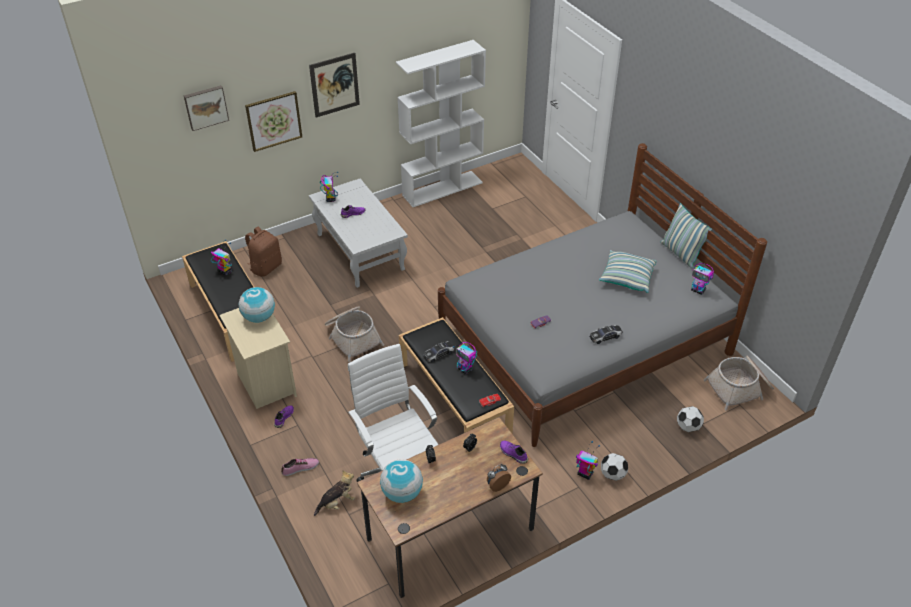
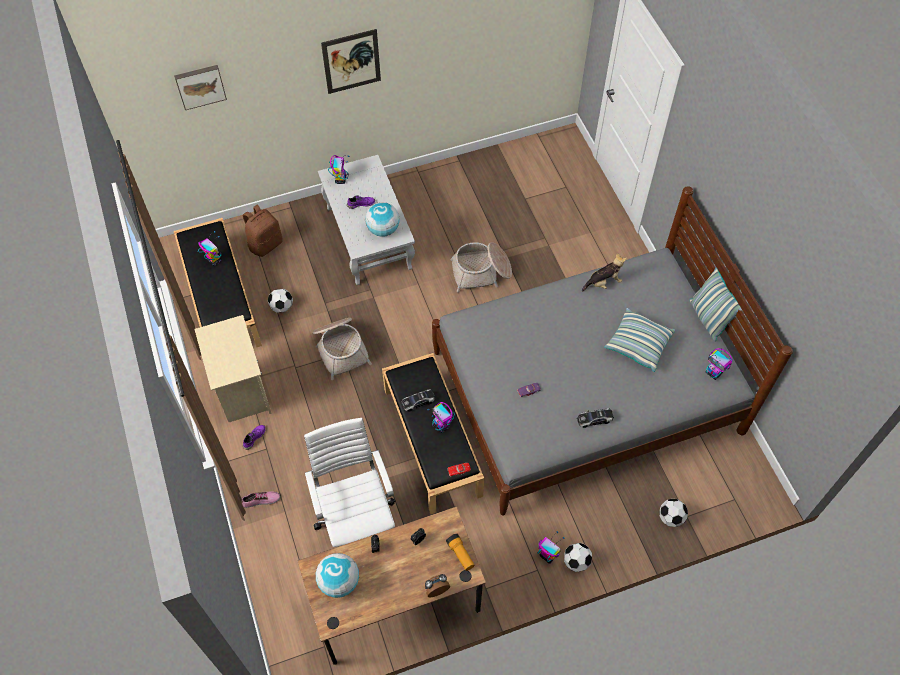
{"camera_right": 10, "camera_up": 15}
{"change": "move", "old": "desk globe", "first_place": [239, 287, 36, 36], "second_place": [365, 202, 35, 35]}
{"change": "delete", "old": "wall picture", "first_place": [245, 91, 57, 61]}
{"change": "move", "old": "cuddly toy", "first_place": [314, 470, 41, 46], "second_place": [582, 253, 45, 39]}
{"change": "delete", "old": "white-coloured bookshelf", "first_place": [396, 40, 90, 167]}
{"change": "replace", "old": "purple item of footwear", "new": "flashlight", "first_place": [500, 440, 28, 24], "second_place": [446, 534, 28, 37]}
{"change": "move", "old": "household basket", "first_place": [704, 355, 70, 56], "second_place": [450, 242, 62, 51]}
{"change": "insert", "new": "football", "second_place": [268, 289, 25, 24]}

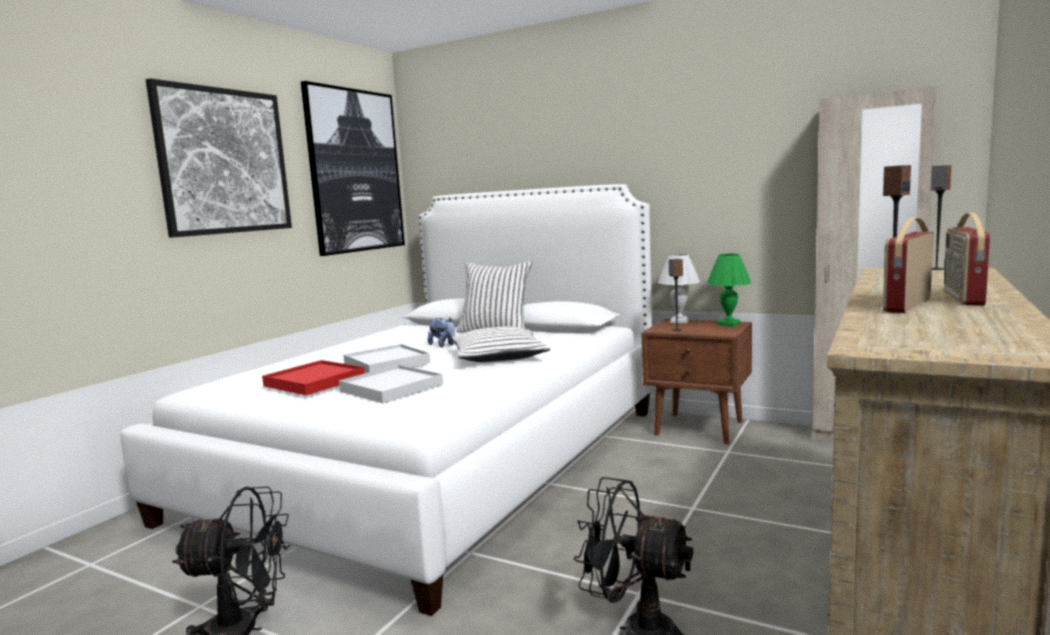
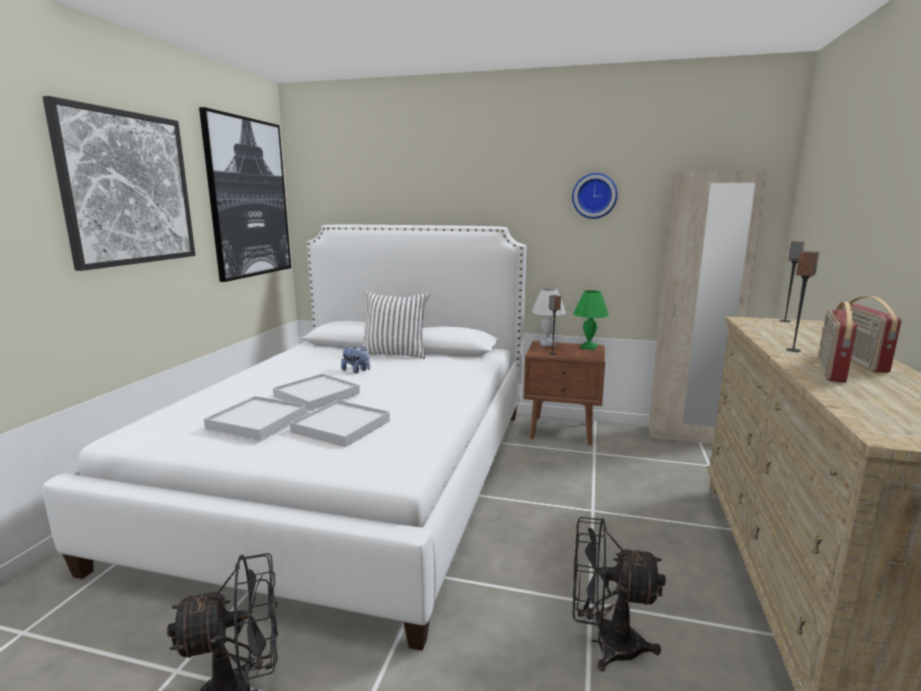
{"camera_right": -15, "camera_up": 5}
{"change": "recolor", "old": "red tray", "new": "white-coloured tray", "first_place": [262, 360, 103, 35], "second_place": [204, 396, 103, 45]}
{"change": "delete", "old": "white-coloured cushion", "first_place": [452, 326, 98, 36]}
{"change": "insert", "new": "wall clock", "second_place": [572, 173, 46, 46]}

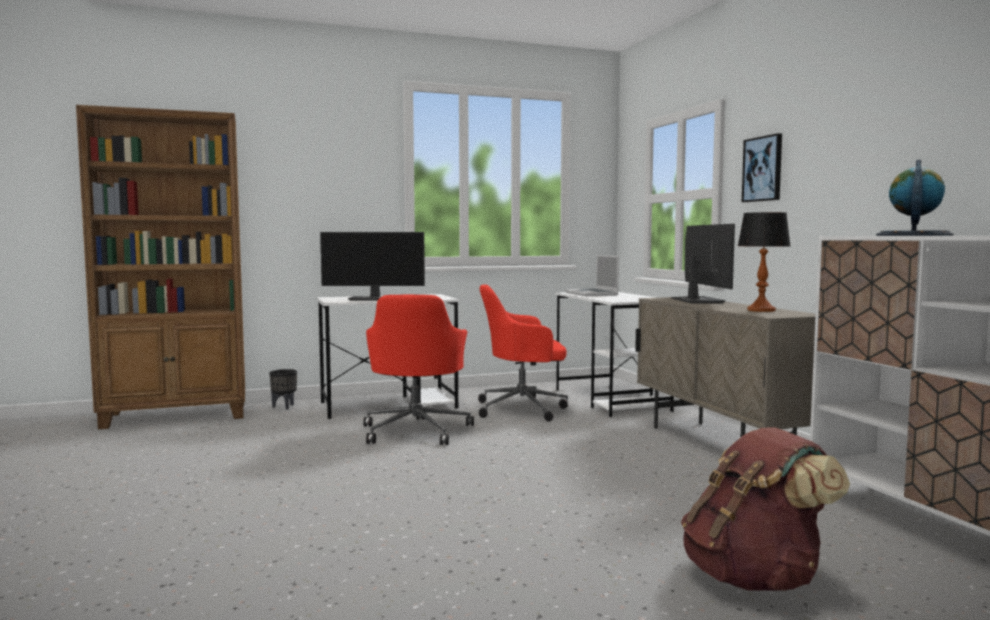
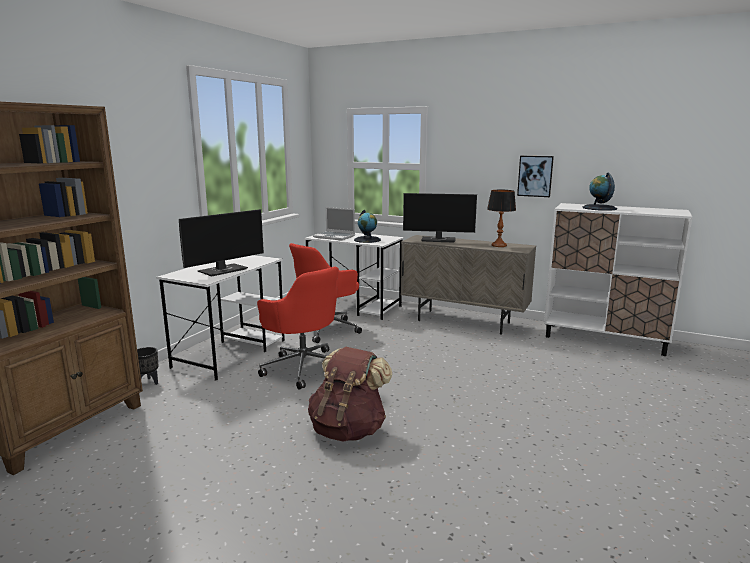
{"camera_right": -45, "camera_up": 10}
{"change": "rotate", "old": "computer screen", "first_place": [671, 224, 64, 79], "second_place": [403, 193, 74, 50], "degrees": 150}
{"change": "move", "old": "brownish backpack", "first_place": [681, 427, 169, 164], "second_place": [308, 347, 84, 95]}
{"change": "move", "old": "wall picture", "first_place": [742, 133, 40, 69], "second_place": [517, 156, 37, 41]}
{"change": "insert", "new": "desk globe", "second_place": [354, 210, 27, 33]}

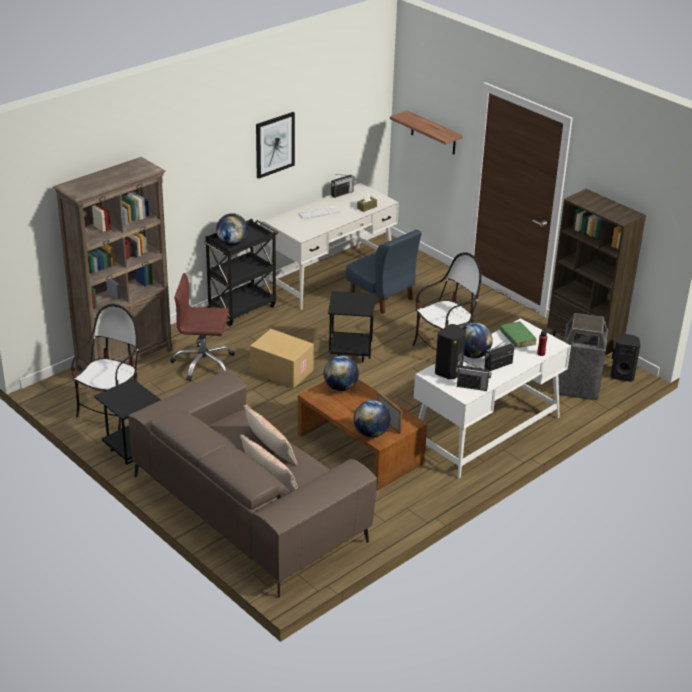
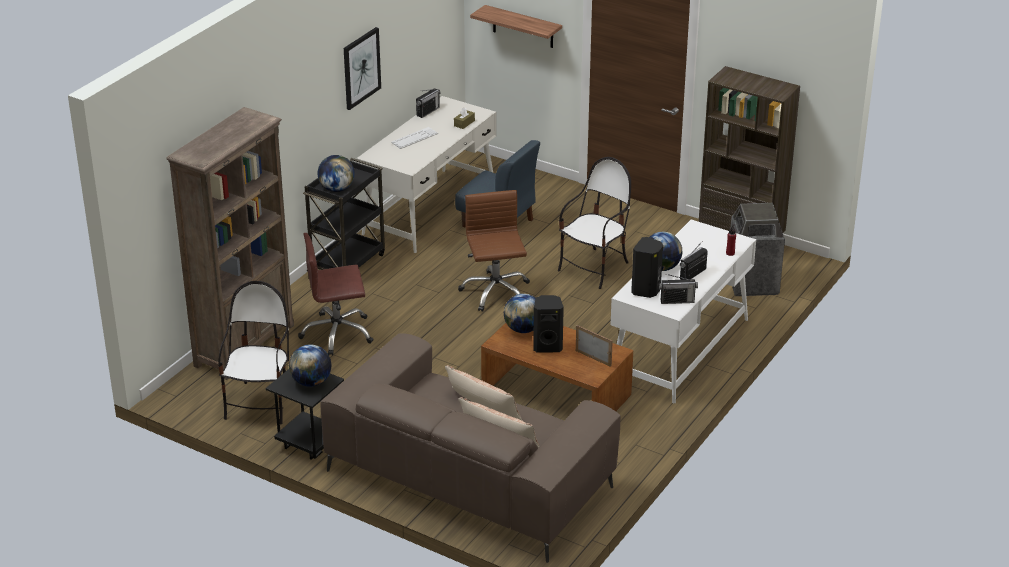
{"camera_right": -15, "camera_up": 0}
{"change": "delete", "old": "carton", "first_place": [250, 329, 64, 59]}
{"change": "replace", "old": "blackish side table", "new": "brownish desk chair", "first_place": [328, 291, 48, 71], "second_place": [458, 190, 72, 122]}
{"change": "move", "old": "desk globe", "first_place": [353, 400, 38, 37], "second_place": [289, 344, 42, 43]}
{"change": "delete", "old": "greenish volume", "first_place": [500, 321, 36, 27]}
{"change": "move", "old": "blackish audio speaker", "first_place": [610, 334, 30, 48], "second_place": [533, 295, 31, 58]}

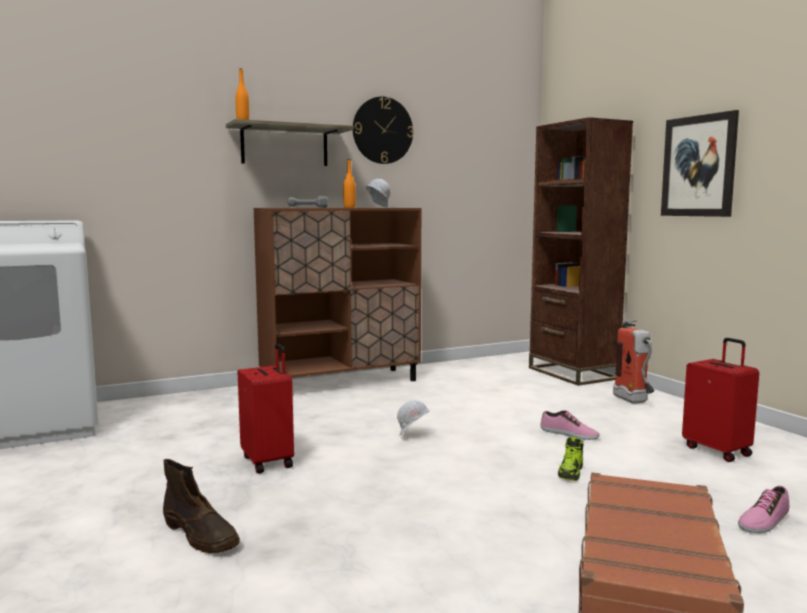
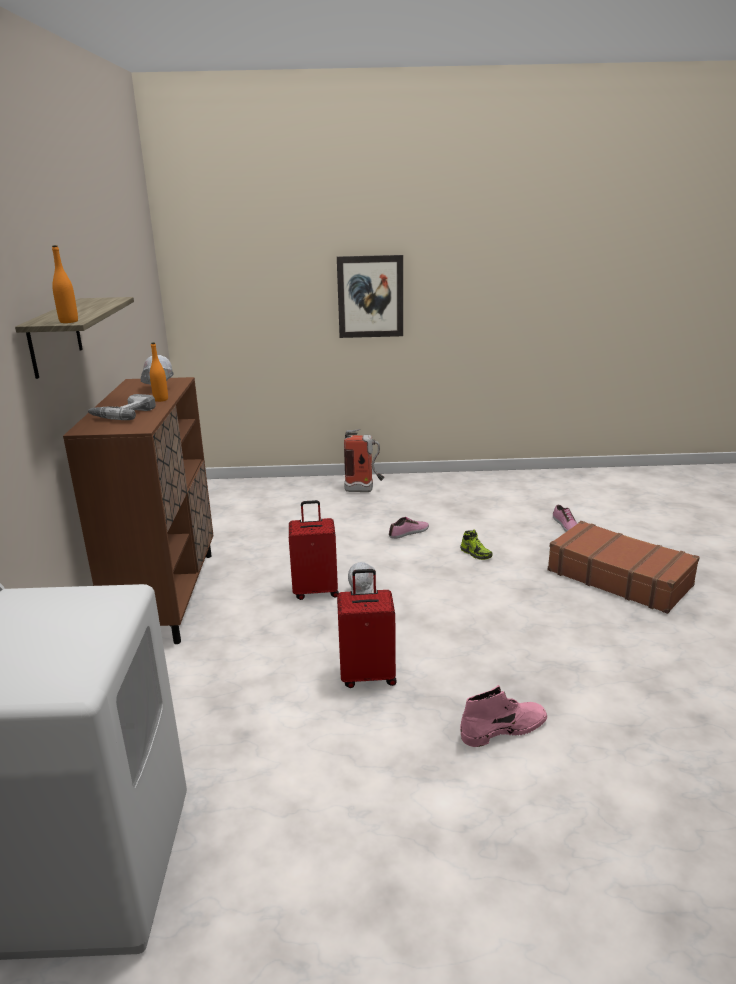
{"camera_right": -65, "camera_up": 15}
{"change": "recolor", "old": "brownish boot", "new": "pink boot", "first_place": [163, 459, 77, 94], "second_place": [460, 685, 87, 62]}
{"change": "delete", "old": "wall clock", "first_place": [353, 97, 61, 67]}
{"change": "delete", "old": "brownish bookshelf", "first_place": [529, 117, 104, 269]}
{"change": "move", "old": "red suitcase", "first_place": [682, 338, 77, 124], "second_place": [289, 500, 50, 100]}

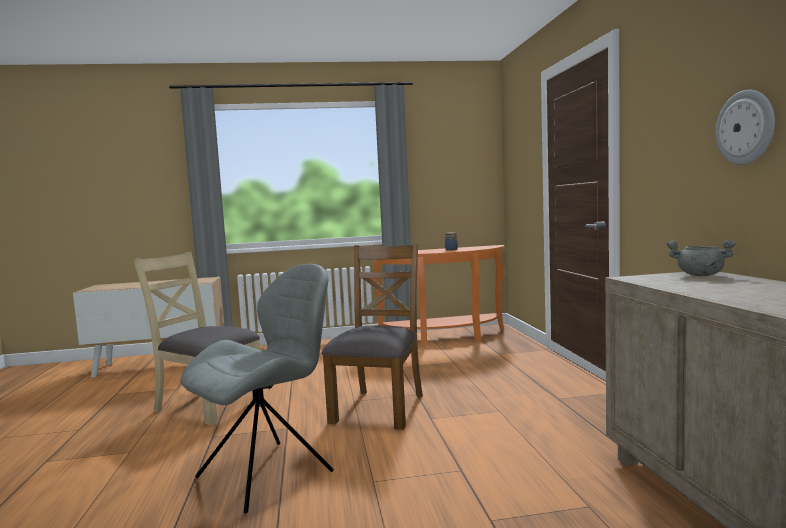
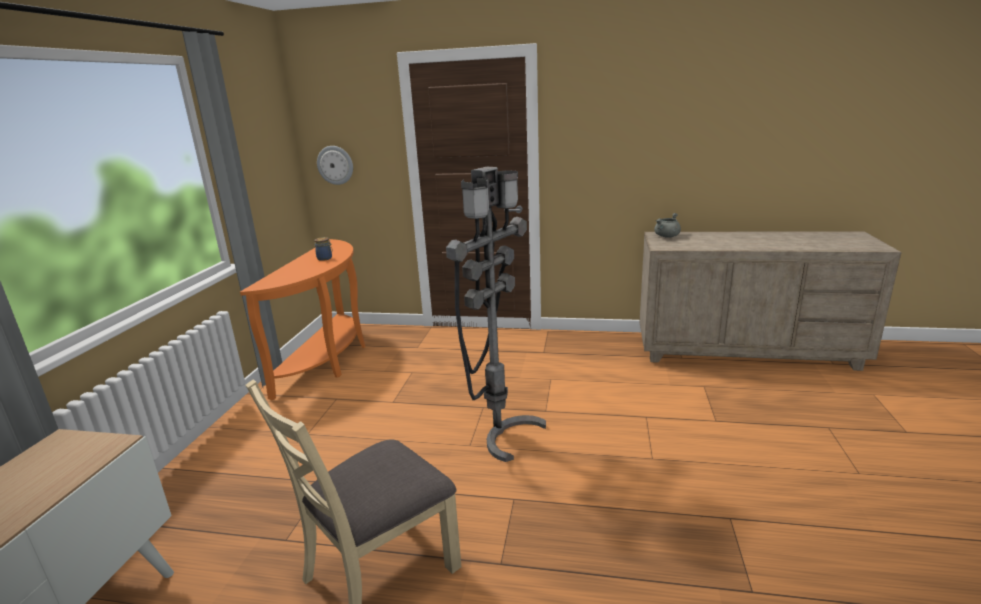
{"camera_right": -70, "camera_up": 15}
{"change": "delete", "old": "greyish upright chair", "first_place": [180, 264, 154, 250]}
{"change": "replace", "old": "brownish upright chair", "new": "greyish standard lamp", "first_place": [322, 244, 101, 186], "second_place": [446, 167, 100, 295]}
{"change": "move", "old": "wall clock", "first_place": [716, 90, 59, 75], "second_place": [317, 146, 36, 39]}

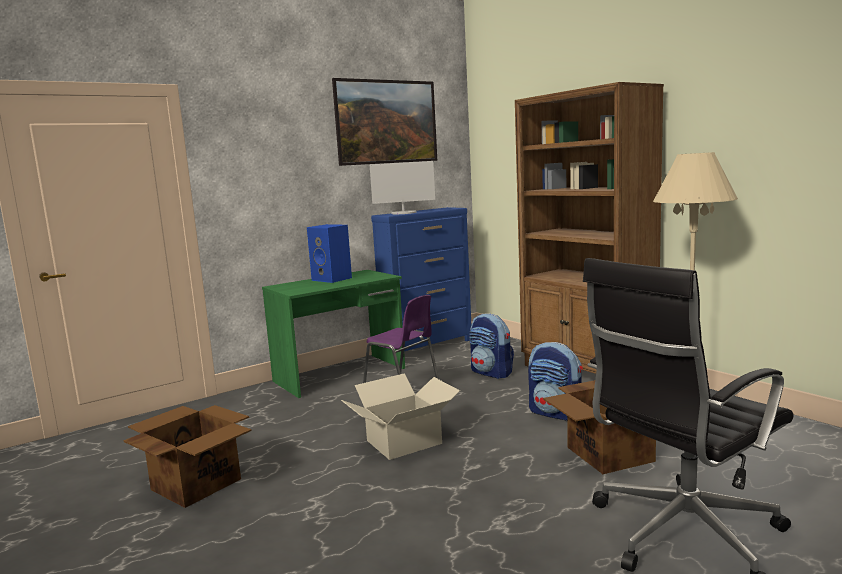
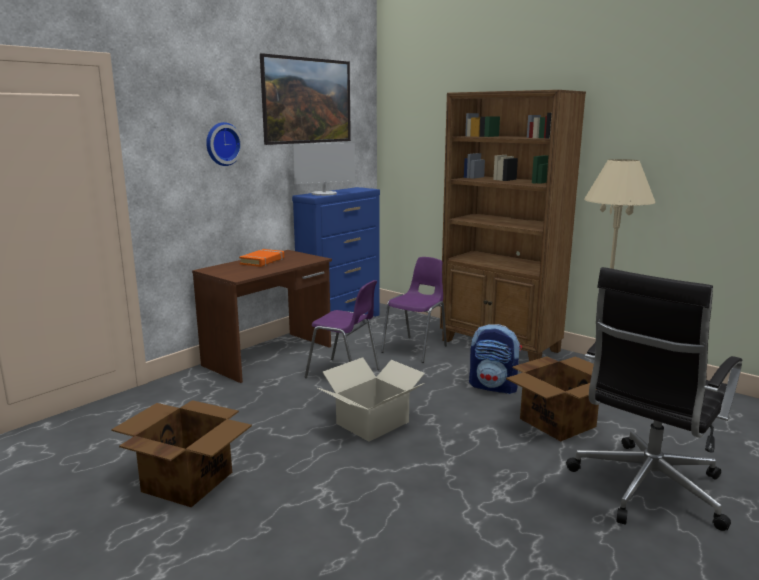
{"camera_right": -15, "camera_up": 5}
{"change": "recolor", "old": "greenish desk", "new": "brownish desk", "first_place": [262, 270, 143, 128], "second_place": [192, 250, 140, 133]}
{"change": "replace", "old": "blue-coloured audio speaker", "new": "orange-coloured volume", "first_place": [307, 224, 45, 59], "second_place": [239, 249, 45, 18]}
{"change": "replace", "old": "backpack", "new": "purple upright chair", "first_place": [469, 313, 45, 66], "second_place": [381, 257, 66, 106]}
{"change": "insert", "new": "wall clock", "second_place": [206, 122, 37, 44]}

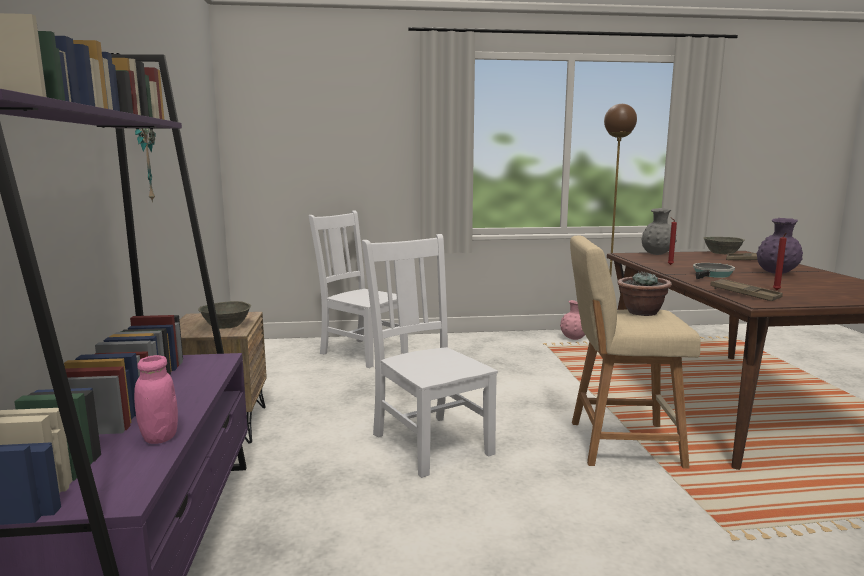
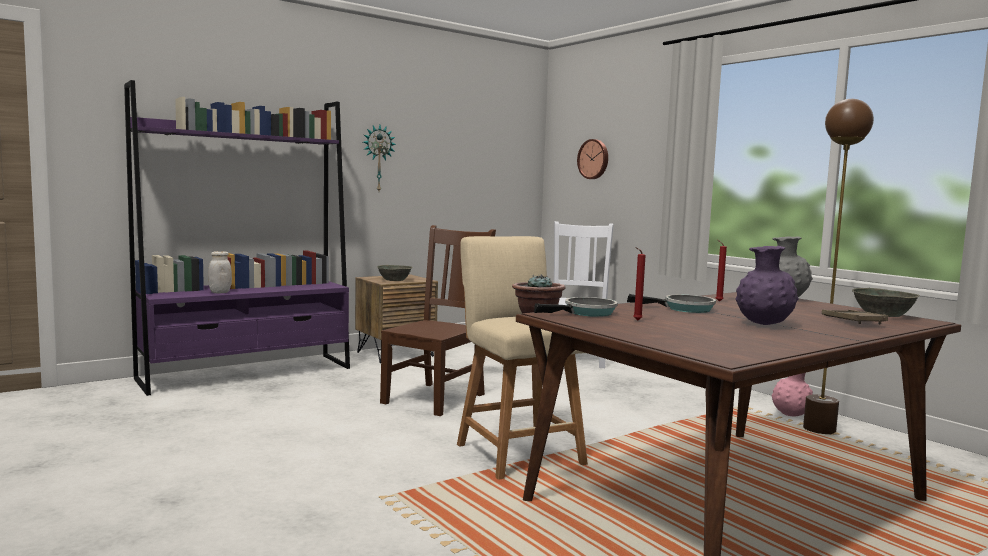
{"camera_right": 60, "camera_up": -5}
{"change": "recolor", "old": "pink preserve jar", "new": "white-coloured preserve jar", "first_place": [134, 355, 44, 89], "second_place": [208, 251, 24, 42]}
{"change": "recolor", "old": "white-coloured upright chair", "new": "brownish upright chair", "first_place": [362, 234, 136, 244], "second_place": [380, 225, 116, 191]}
{"change": "replace", "old": "brownish tray", "new": "pan", "first_place": [710, 278, 73, 23], "second_place": [534, 297, 84, 20]}
{"change": "insert", "new": "wall clock", "second_place": [577, 139, 31, 40]}

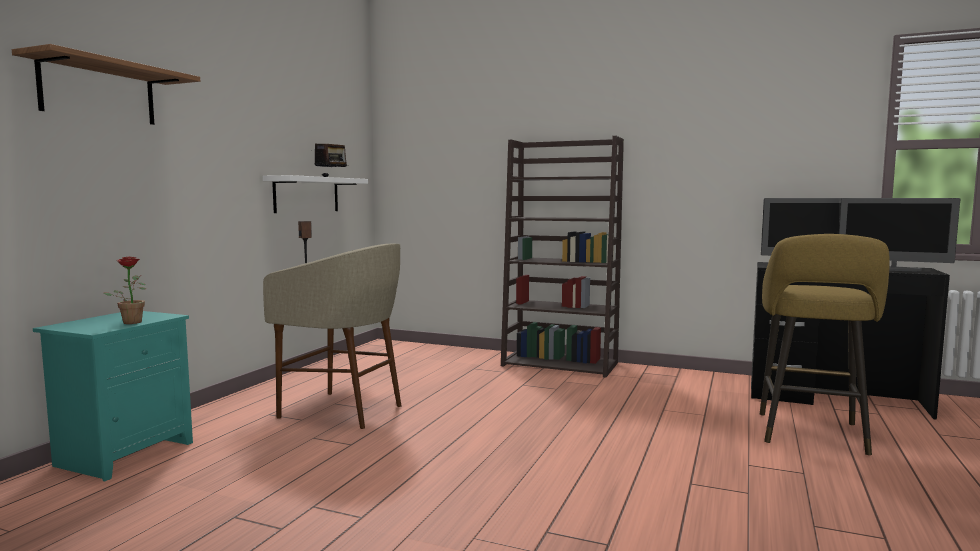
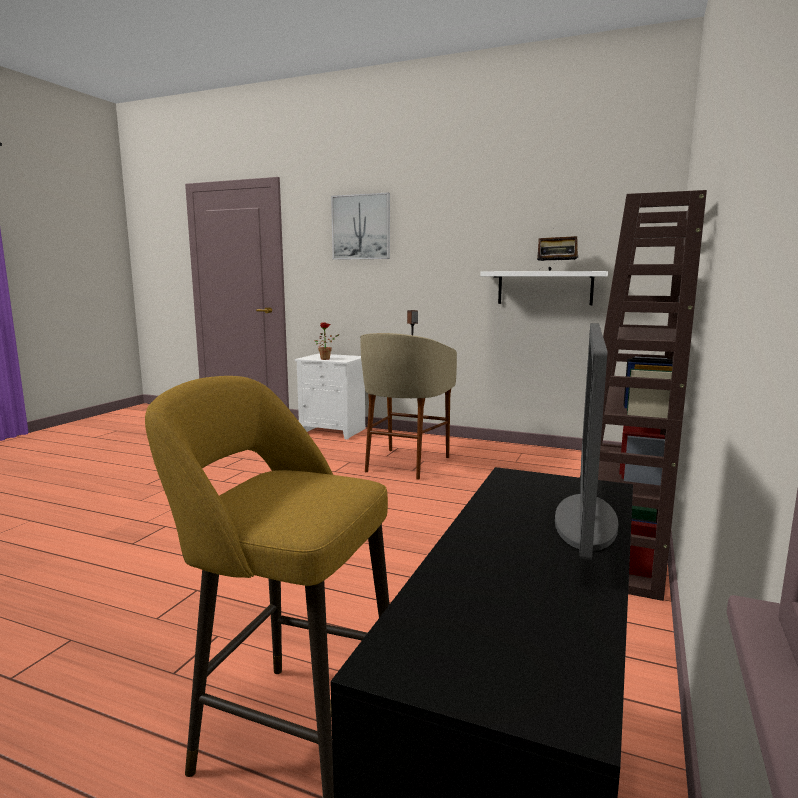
{"camera_right": 90, "camera_up": 5}
{"change": "replace", "old": "wall shelf", "new": "wall picture", "first_place": [12, 44, 188, 81], "second_place": [331, 193, 59, 67]}
{"change": "recolor", "old": "turquoise-coloured night table", "new": "white-coloured night table", "first_place": [33, 311, 160, 170], "second_place": [295, 354, 70, 86]}
{"change": "delete", "old": "computer screen", "first_place": [839, 198, 121, 73]}

